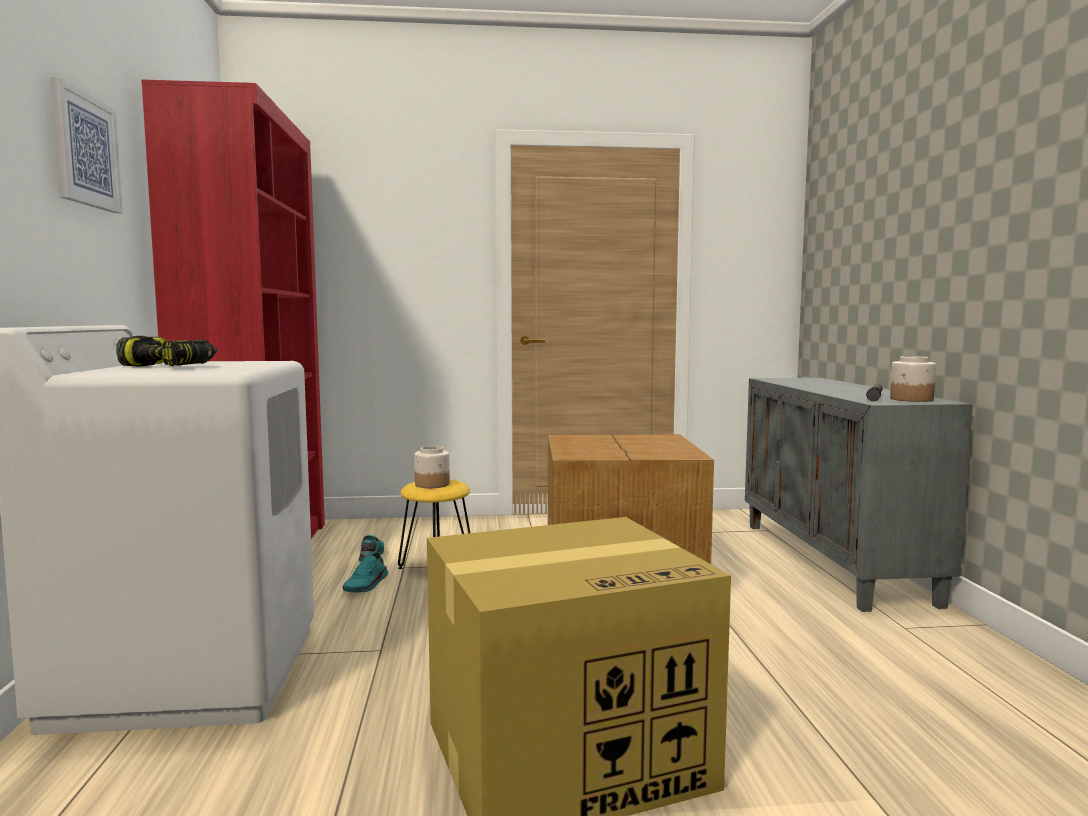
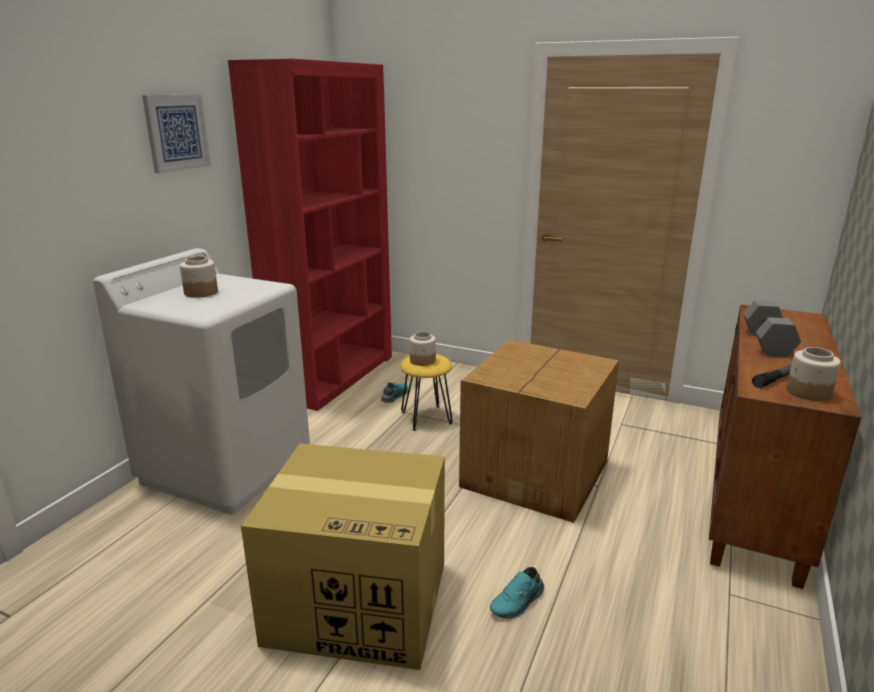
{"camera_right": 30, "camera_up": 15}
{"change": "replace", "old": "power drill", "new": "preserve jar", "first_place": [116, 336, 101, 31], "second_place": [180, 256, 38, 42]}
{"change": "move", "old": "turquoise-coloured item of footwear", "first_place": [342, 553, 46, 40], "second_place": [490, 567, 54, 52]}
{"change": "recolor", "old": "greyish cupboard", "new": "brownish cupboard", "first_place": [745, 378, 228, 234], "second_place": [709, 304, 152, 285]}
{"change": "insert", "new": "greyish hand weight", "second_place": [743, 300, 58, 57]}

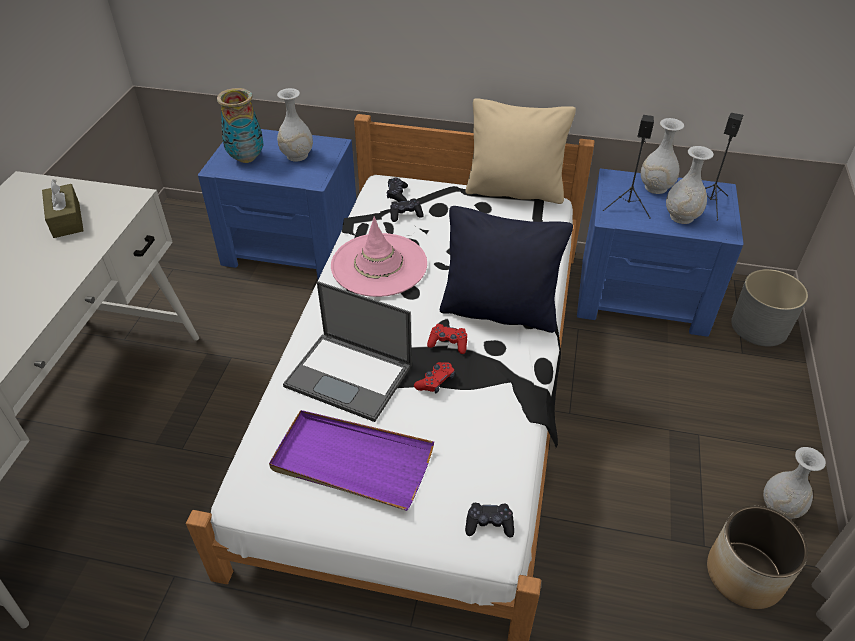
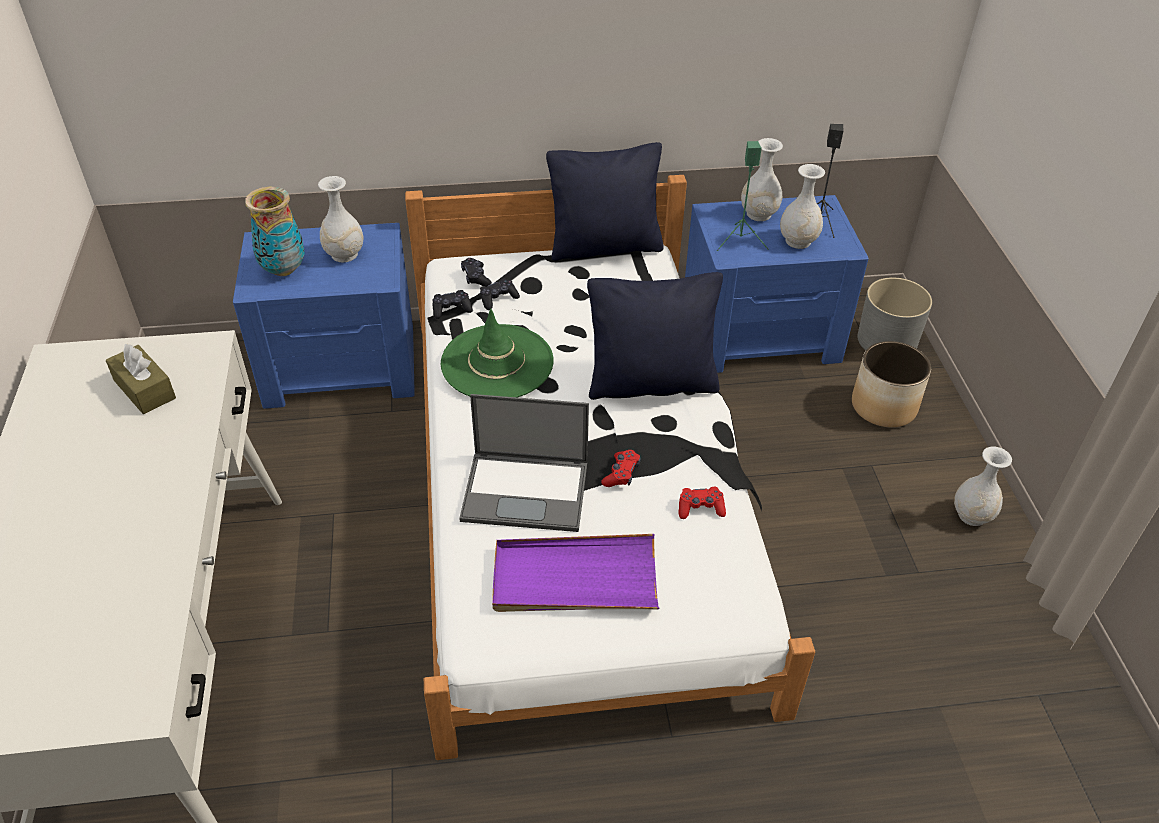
{"camera_right": -20, "camera_up": 0}
{"change": "recolor", "old": "pink clothing hat", "new": "greenish clothing hat", "first_place": [331, 217, 96, 80], "second_place": [441, 308, 112, 89]}
{"change": "move", "old": "red game controller", "first_place": [427, 324, 40, 30], "second_place": [678, 487, 48, 32]}
{"change": "recolor", "old": "sand-coloured cushion", "new": "blackish cushion", "first_place": [465, 98, 111, 106], "second_place": [546, 142, 118, 119]}
{"change": "move", "old": "blackish game controller", "first_place": [465, 503, 49, 35], "second_place": [433, 290, 40, 29]}
{"change": "recolor", "old": "blackish audio speaker", "new": "greenish audio speaker", "first_place": [603, 115, 51, 104], "second_place": [717, 141, 51, 110]}
{"change": "move", "old": "planter", "first_place": [707, 506, 101, 103], "second_place": [852, 341, 79, 86]}

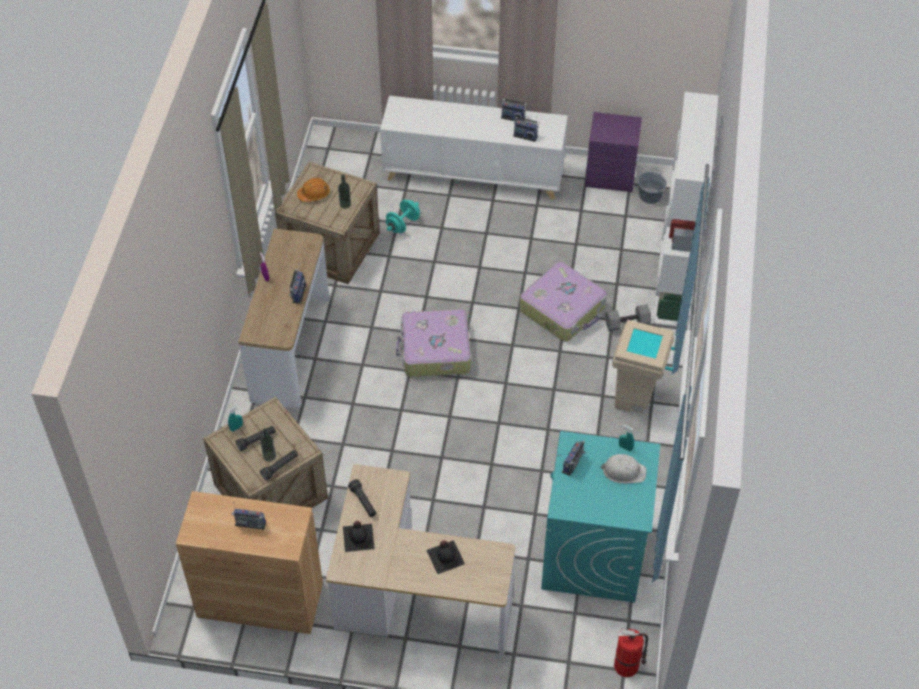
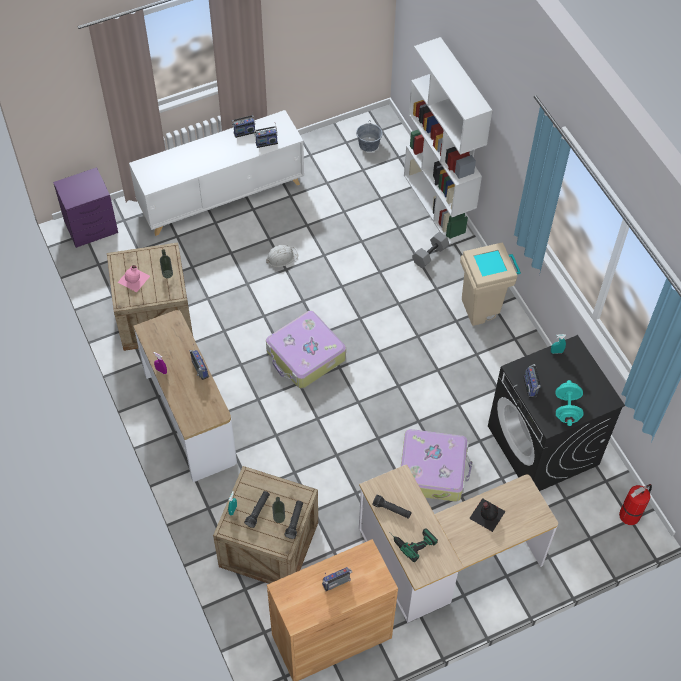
{"camera_right": -35, "camera_up": 5}
{"change": "replace", "old": "orange-coloured work helmet", "new": "pink bottle", "first_place": [297, 178, 33, 24], "second_place": [118, 265, 32, 27]}
{"change": "replace", "old": "blackish bottle", "new": "power drill", "first_place": [343, 521, 32, 31], "second_place": [390, 528, 48, 34]}
{"change": "move", "old": "turquoise-coloured hand weight", "first_place": [386, 200, 34, 33], "second_place": [556, 380, 27, 46]}
{"change": "move", "old": "suitcase", "first_place": [520, 262, 87, 79], "second_place": [401, 429, 72, 72]}
{"change": "recolor", "old": "turquoise-coloured washing machine", "new": "blackish washing machine", "first_place": [541, 431, 119, 172], "second_place": [488, 335, 137, 156]}
{"change": "move", "old": "purple night table", "first_place": [585, 112, 57, 80], "second_place": [53, 167, 65, 81]}
{"change": "move", "old": "white-coloured work helmet", "first_place": [600, 454, 47, 29], "second_place": [266, 245, 33, 22]}

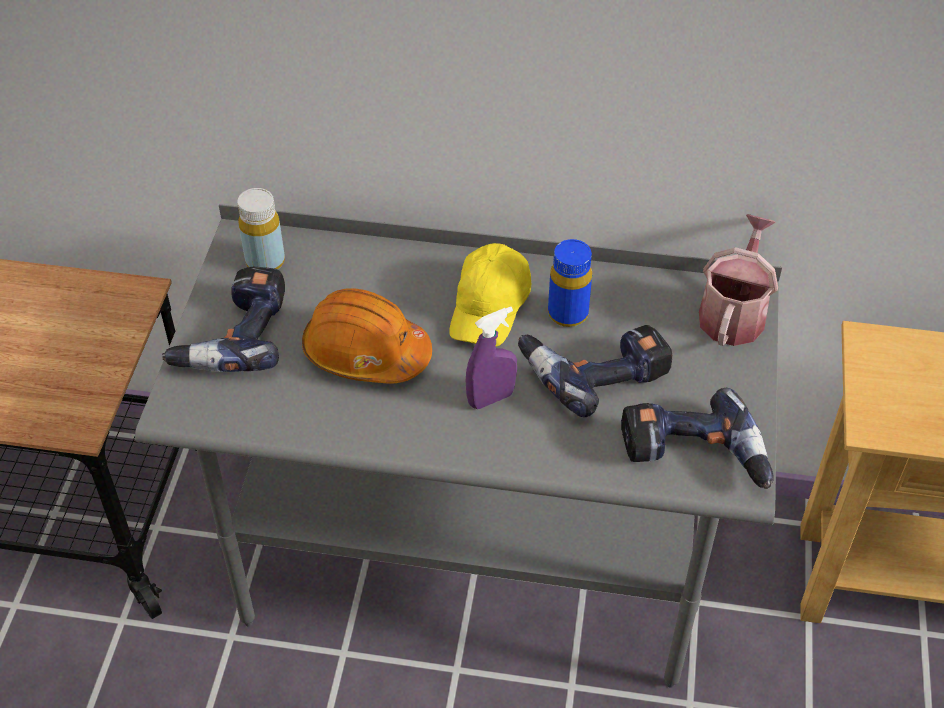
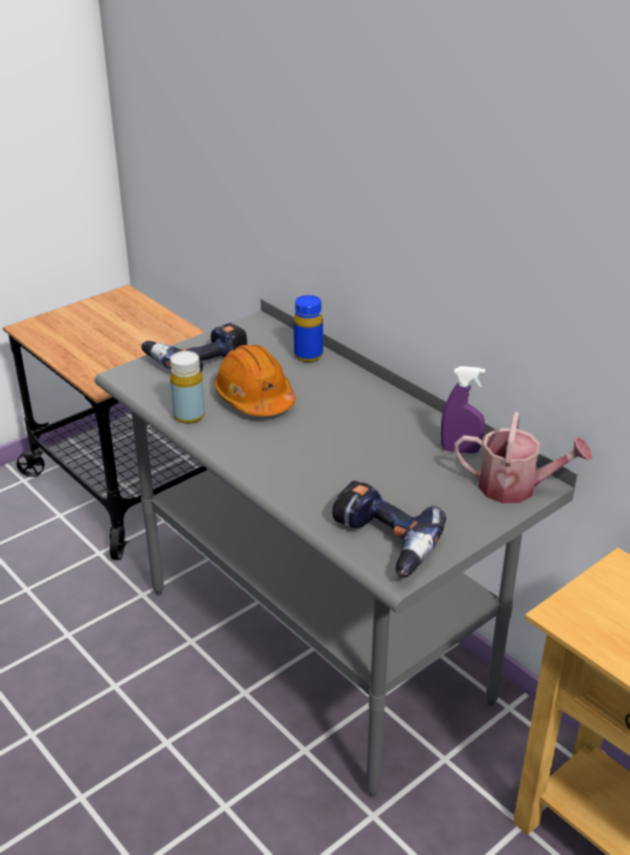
{"camera_right": 40, "camera_up": -15}
{"change": "move", "old": "yellow-coloured bottle", "first_place": [237, 188, 48, 81], "second_place": [170, 351, 35, 73]}
{"change": "delete", "old": "yellow-coloured baseball cap", "first_place": [449, 243, 82, 104]}
{"change": "move", "old": "purple spray bottle", "first_place": [466, 306, 51, 103], "second_place": [441, 366, 44, 88]}
{"change": "delete", "old": "power drill", "first_place": [518, 325, 154, 92]}
{"change": "move", "old": "blue-coloured bottle", "first_place": [548, 239, 44, 88], "second_place": [294, 295, 29, 67]}
{"change": "rotate", "old": "watering pot", "first_place": [699, 214, 79, 132], "second_place": [454, 412, 139, 91], "degrees": 45}

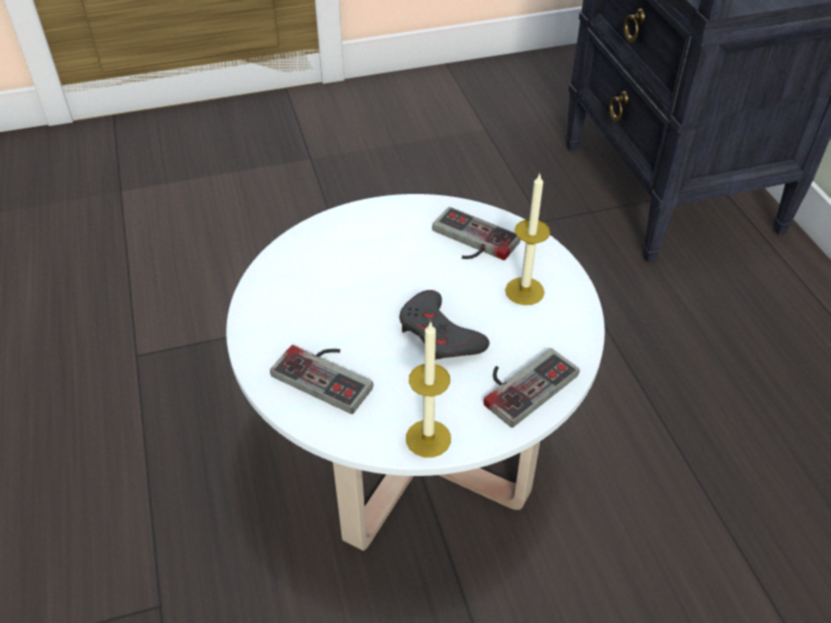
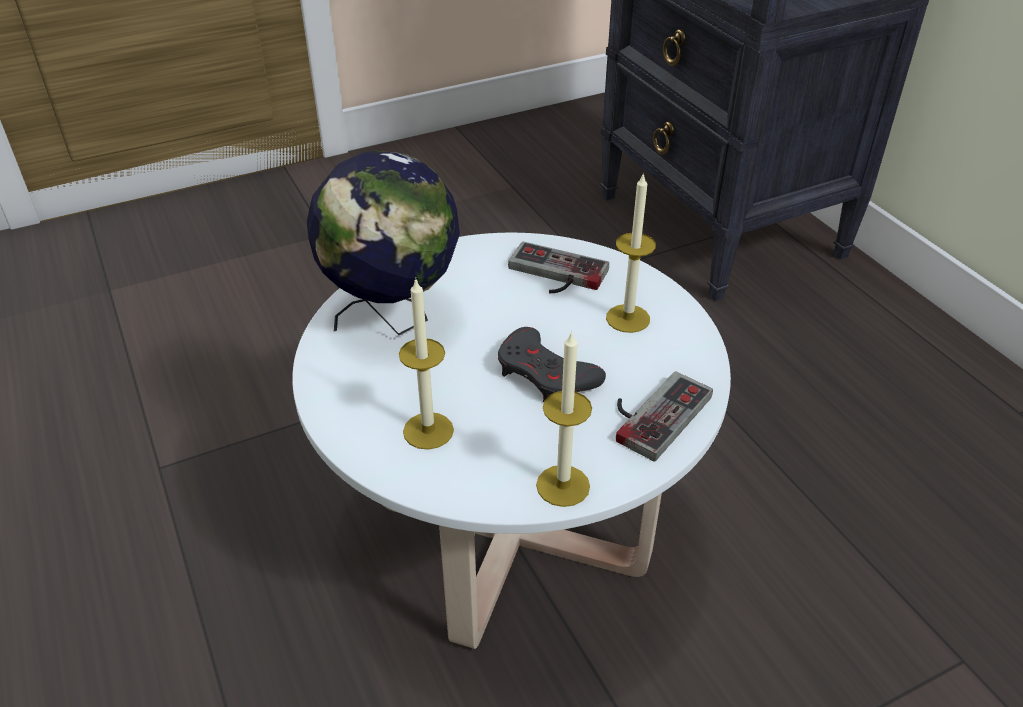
{"camera_right": -10, "camera_up": -5}
{"change": "replace", "old": "game controller", "new": "wax candle", "first_place": [270, 345, 103, 69], "second_place": [399, 278, 55, 172]}
{"change": "insert", "new": "desk globe", "second_place": [307, 150, 153, 185]}

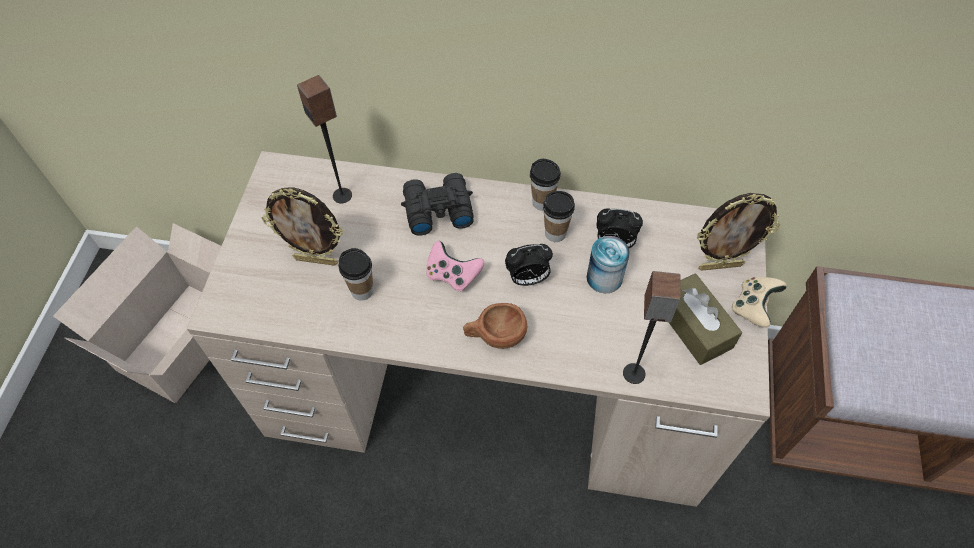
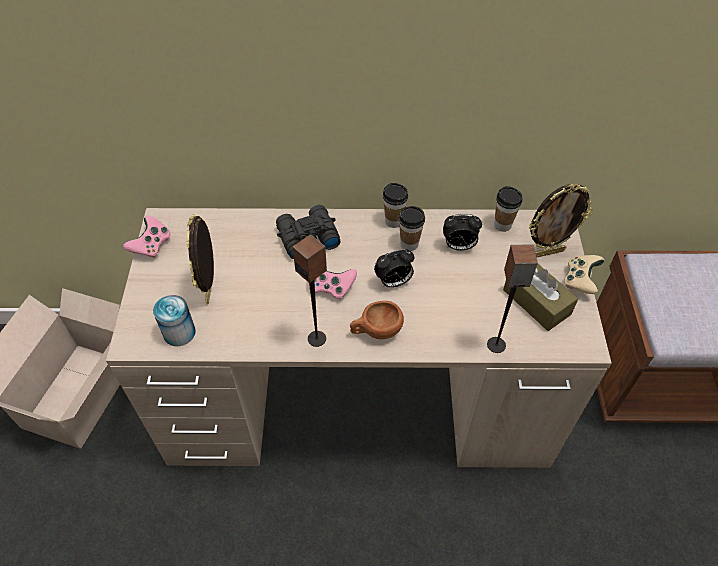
{"camera_right": -10, "camera_up": -5}
{"change": "rotate", "old": "photo frame", "first_place": [262, 187, 81, 79], "second_place": [186, 214, 28, 90], "degrees": 90}
{"change": "move", "old": "audio speaker", "first_place": [297, 75, 55, 128], "second_place": [292, 234, 35, 113]}
{"change": "move", "old": "drinking cup", "first_place": [338, 248, 36, 53], "second_place": [494, 186, 29, 46]}
{"change": "move", "old": "can", "first_place": [587, 236, 43, 57], "second_place": [153, 295, 43, 51]}
{"change": "insert", "new": "pink game controller", "second_place": [123, 216, 48, 42]}

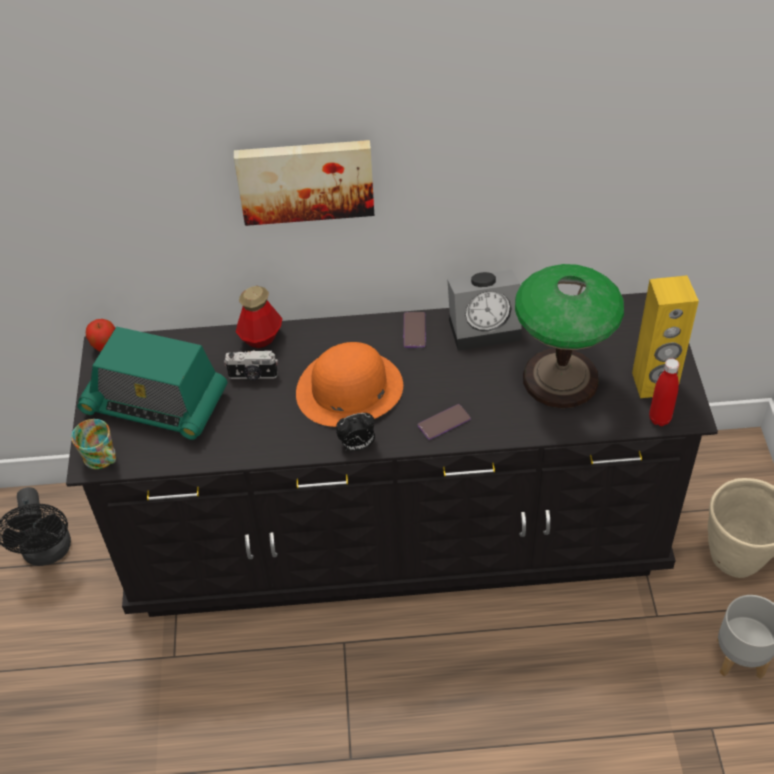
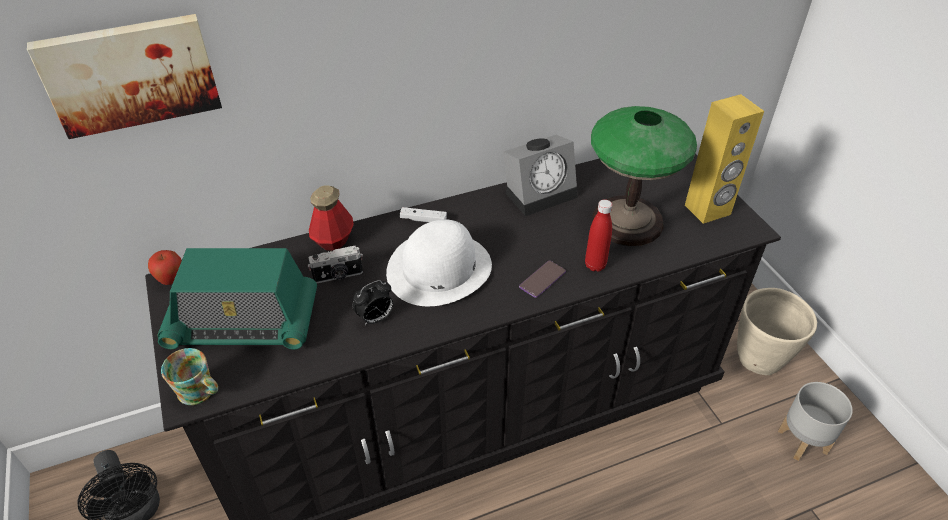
{"camera_right": -20, "camera_up": -5}
{"change": "move", "old": "wall picture", "first_place": [234, 140, 140, 86], "second_place": [27, 14, 195, 125]}
{"change": "recolor", "old": "orange-coloured clothing hat", "new": "white-coloured clothing hat", "first_place": [296, 342, 107, 85], "second_place": [386, 219, 106, 87]}
{"change": "move", "old": "alarm clock", "first_place": [336, 413, 39, 38], "second_place": [352, 280, 42, 45]}
{"change": "delete", "old": "telephone", "first_place": [403, 312, 23, 36]}
{"change": "move", "old": "red bottle", "first_place": [649, 359, 30, 67], "second_place": [585, 200, 27, 72]}
{"change": "insert", "new": "white-coloured game controller", "second_place": [400, 207, 47, 15]}

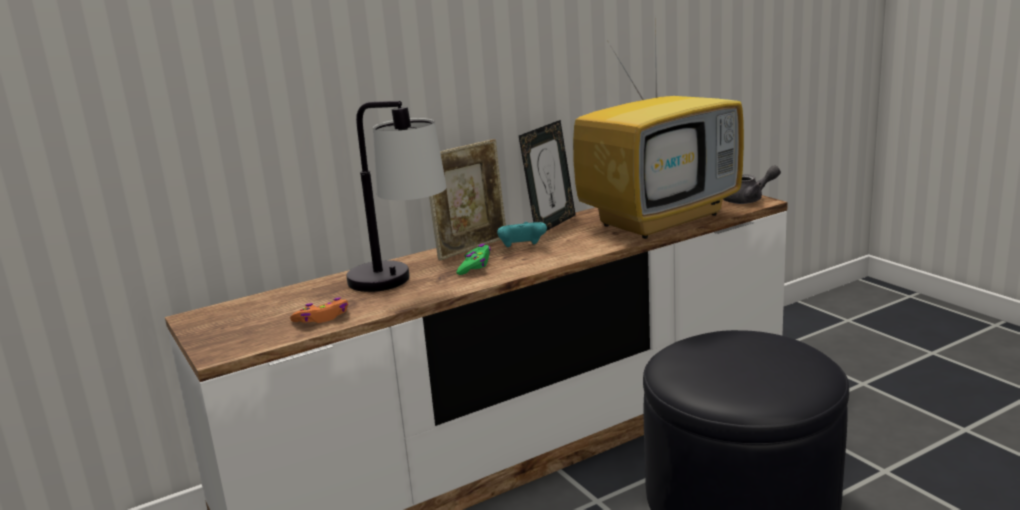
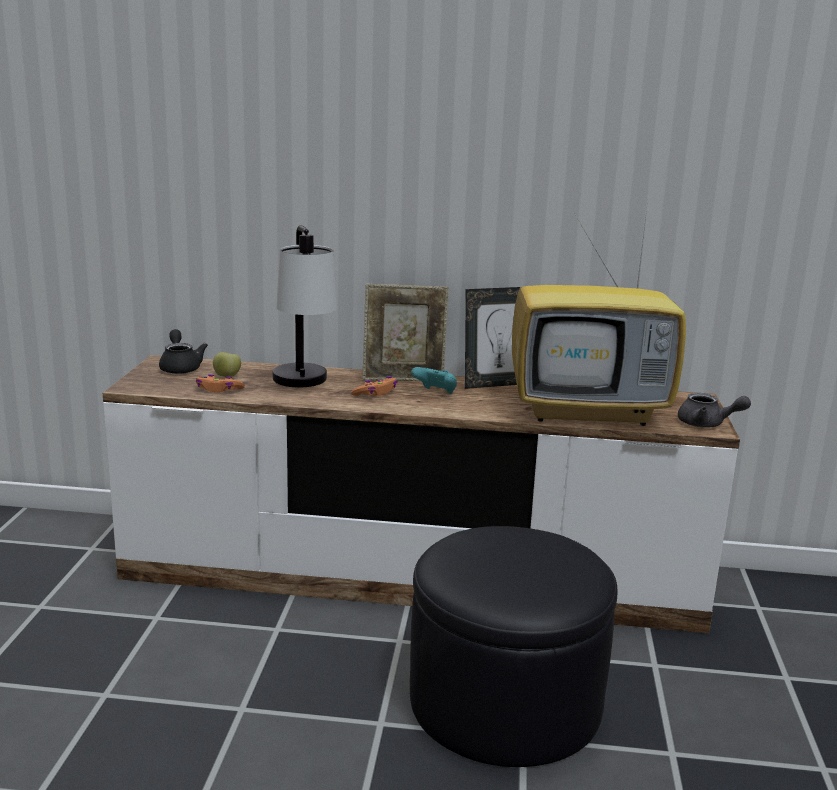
{"camera_right": 35, "camera_up": 0}
{"change": "recolor", "old": "greenish game controller", "new": "orange-coloured game controller", "first_place": [456, 244, 35, 31], "second_place": [351, 376, 47, 20]}
{"change": "insert", "new": "blackish tea pot", "second_place": [159, 329, 49, 45]}
{"change": "insert", "new": "apple fruit", "second_place": [213, 352, 28, 25]}

